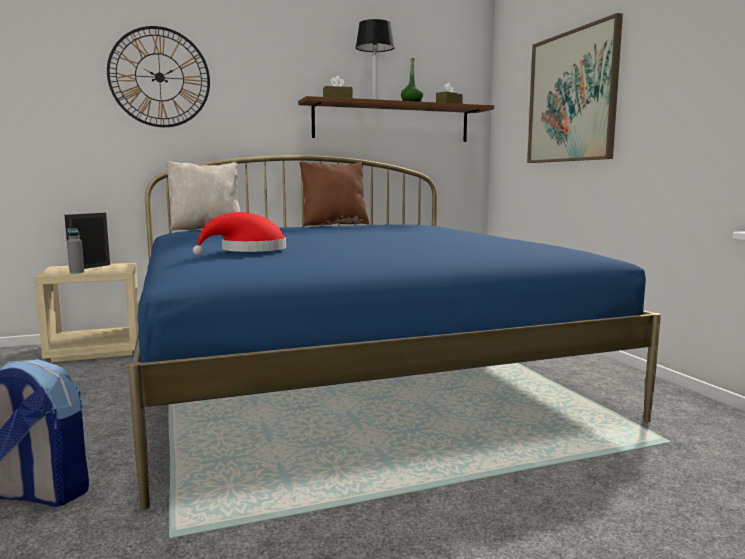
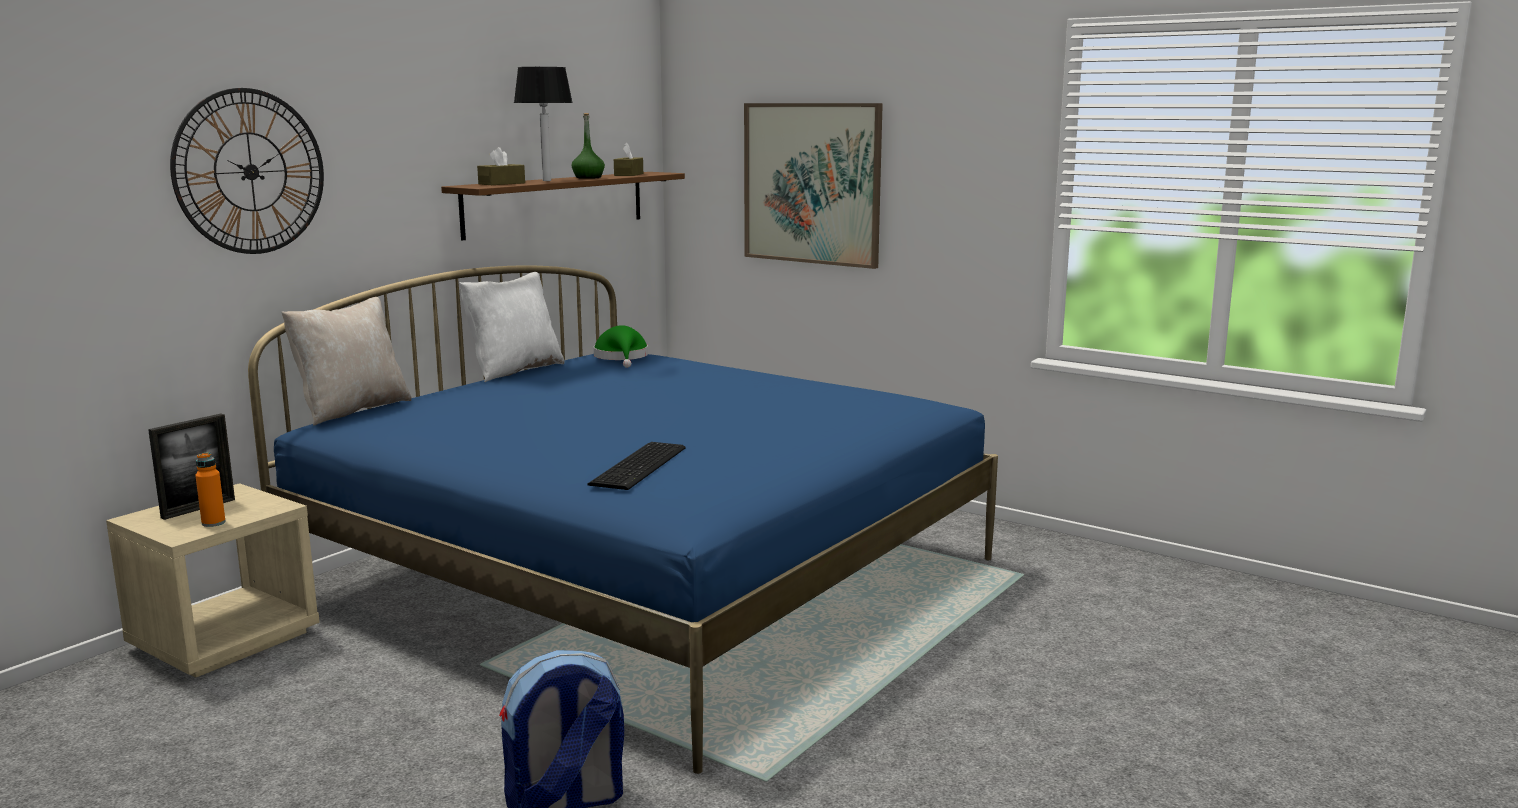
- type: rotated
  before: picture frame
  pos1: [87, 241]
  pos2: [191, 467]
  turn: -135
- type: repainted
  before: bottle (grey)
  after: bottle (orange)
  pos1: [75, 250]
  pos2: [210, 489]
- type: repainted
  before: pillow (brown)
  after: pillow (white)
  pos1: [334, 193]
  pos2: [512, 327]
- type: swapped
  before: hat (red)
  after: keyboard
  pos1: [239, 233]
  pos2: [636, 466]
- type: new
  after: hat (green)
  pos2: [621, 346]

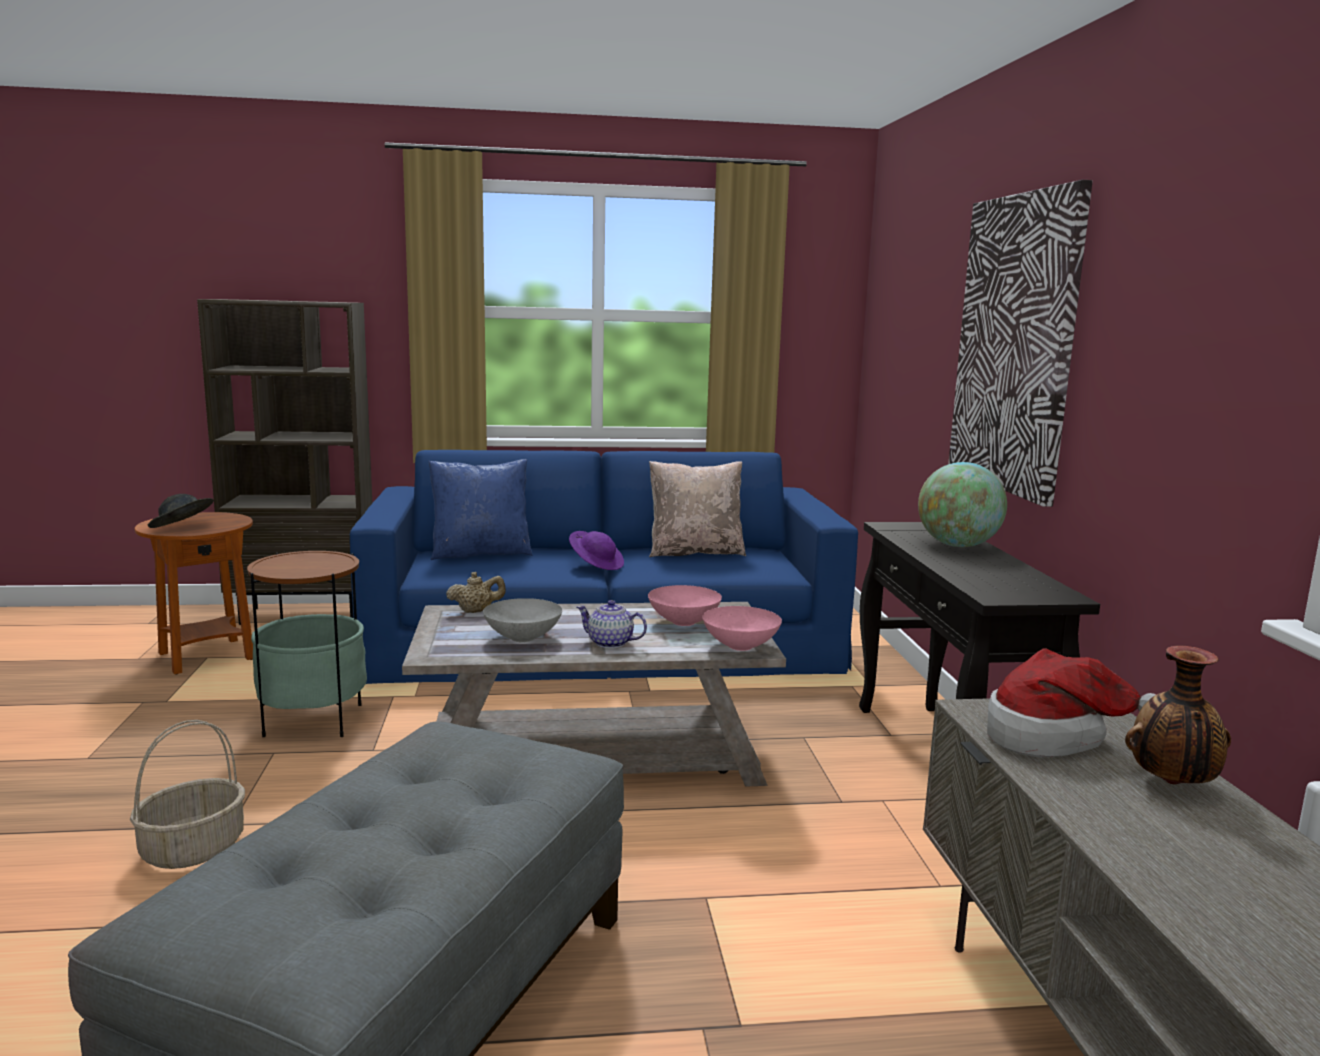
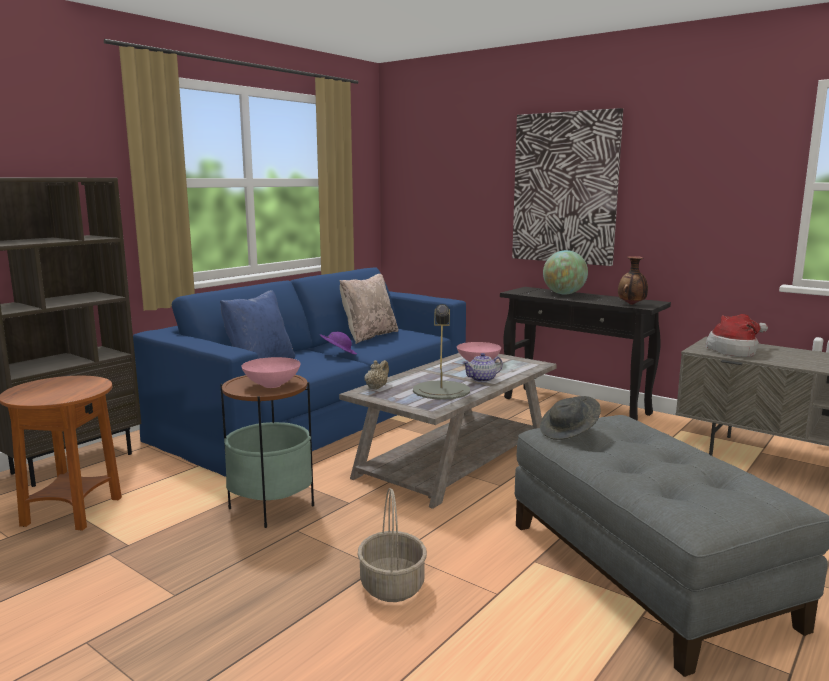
- type: shifted
  before: bowl (pink)
  pos1: [742, 628]
  pos2: [271, 372]
- type: swapped
  before: bowl (grey)
  after: table lamp (grey)
  pos1: [522, 620]
  pos2: [441, 352]
- type: shifted
  before: hat (grey)
  pos1: [181, 511]
  pos2: [570, 418]
- type: shifted
  before: vase
  pos1: [1178, 715]
  pos2: [633, 280]

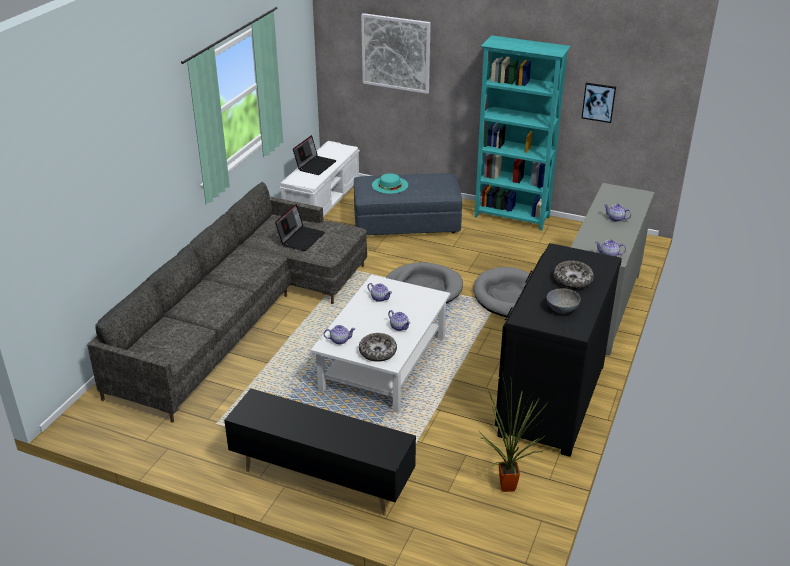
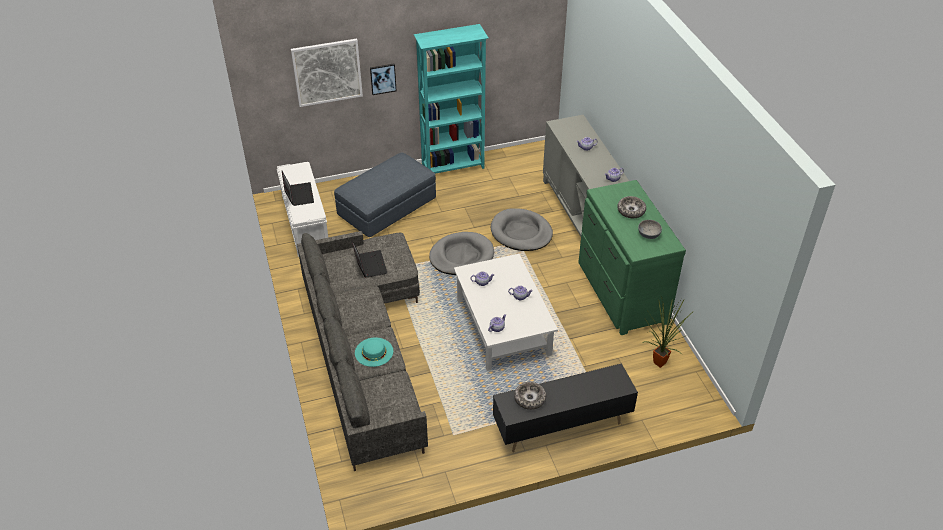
- type: shifted
  before: hat (turquoise)
  pos1: [390, 183]
  pos2: [374, 352]
- type: shifted
  before: picture
  pos1: [599, 102]
  pos2: [383, 79]
- type: shifted
  before: bowl
  pos1: [378, 347]
  pos2: [530, 396]
- type: repainted
  before: dresser (black)
  after: dresser (green)
  pos1: [558, 350]
  pos2: [632, 257]

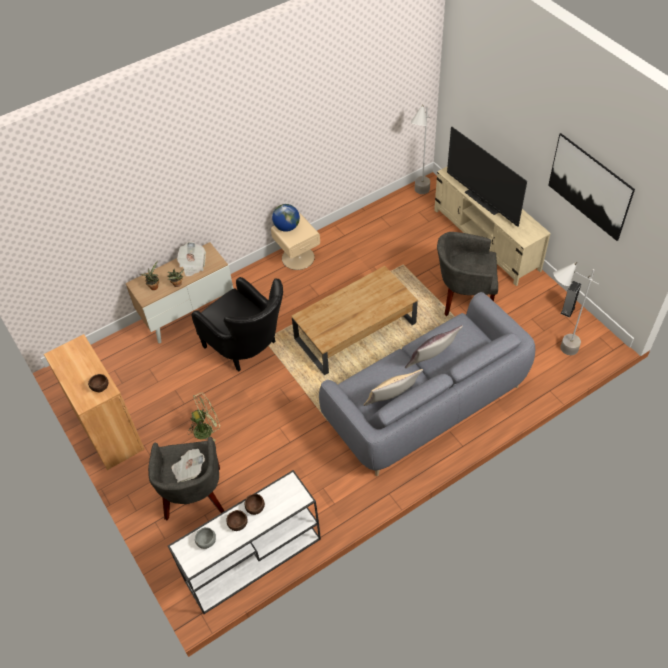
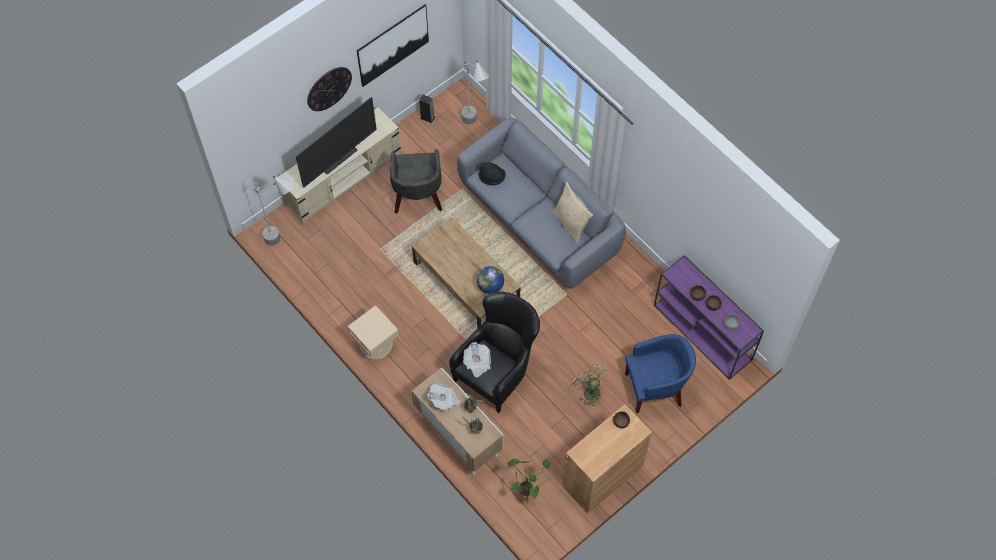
- type: new
  after: wall clock
  pos2: [329, 89]
- type: shifted
  before: newspaper
  pos1: [188, 466]
  pos2: [477, 359]
- type: shifted
  before: globe
  pos1: [286, 218]
  pos2: [490, 280]
- type: new
  after: hat (black)
  pos2: [492, 173]
- type: new
  after: potted plant
  pos2: [528, 481]
- type: repainted
  before: armchair (grey)
  after: armchair (blue)
  pos1: [186, 478]
  pos2: [660, 373]
- type: repainted
  before: console table (white)
  after: console table (purple)
  pos1: [244, 542]
  pos2: [709, 317]
- type: gone
  before: pillow (grey)
  pos1: [434, 346]

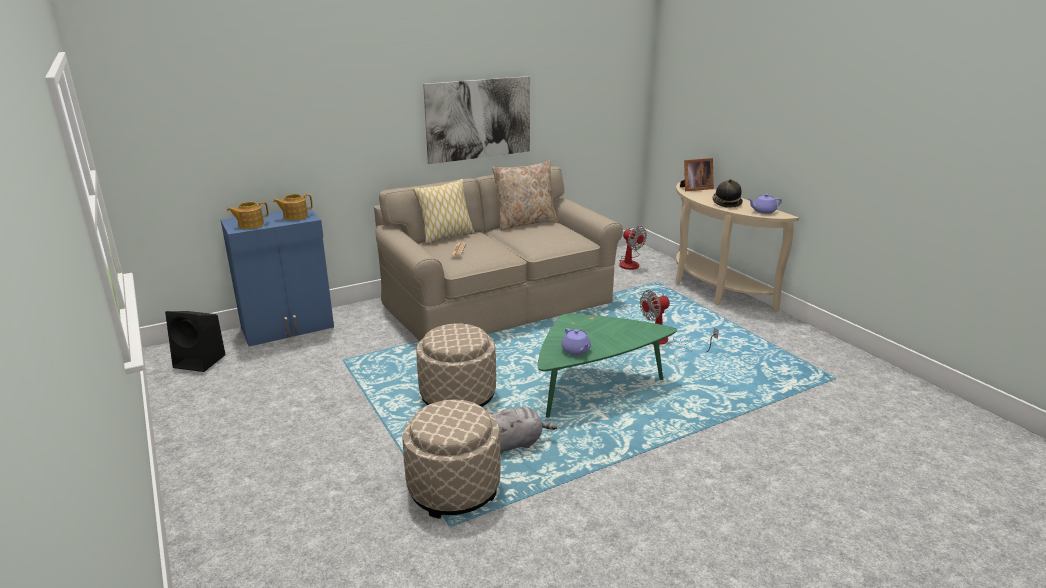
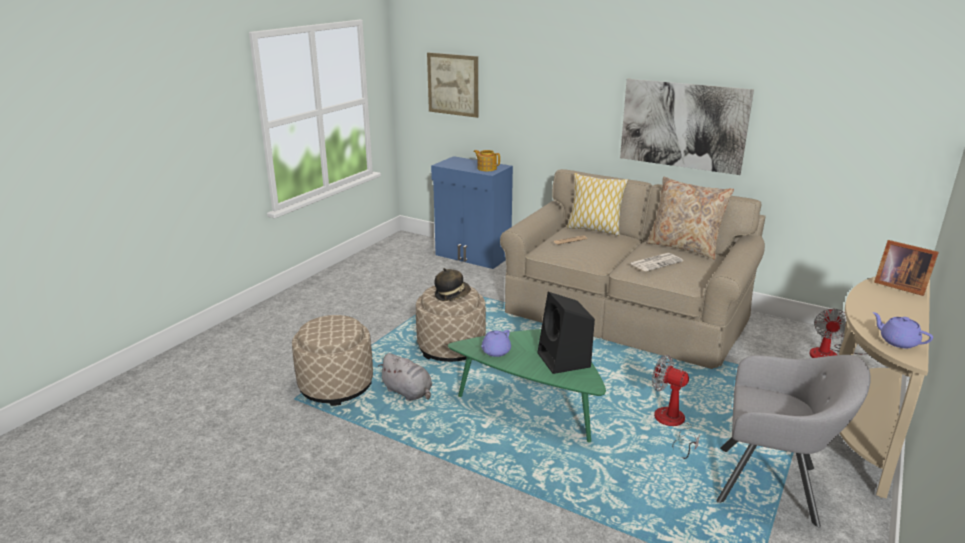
- type: new
  after: picture
  pos2: [452, 85]
- type: shifted
  before: hat
  pos1: [728, 193]
  pos2: [452, 284]
- type: shifted
  before: speaker (black)
  pos1: [195, 341]
  pos2: [566, 333]
- type: new
  after: newspaper
  pos2: [656, 262]
- type: new
  after: armchair (grey)
  pos2: [793, 441]
- type: gone
  before: teapot
  pos1: [248, 215]

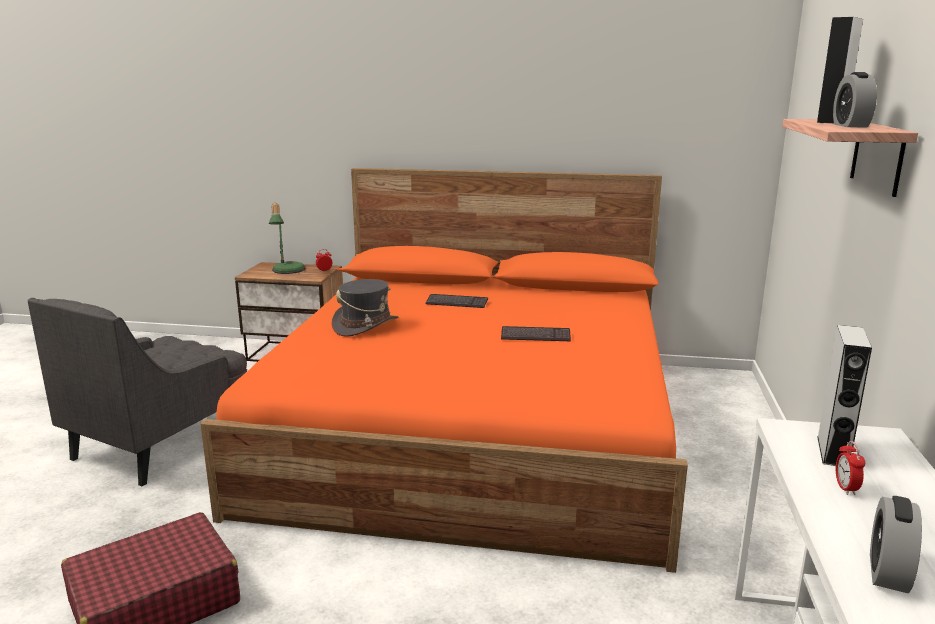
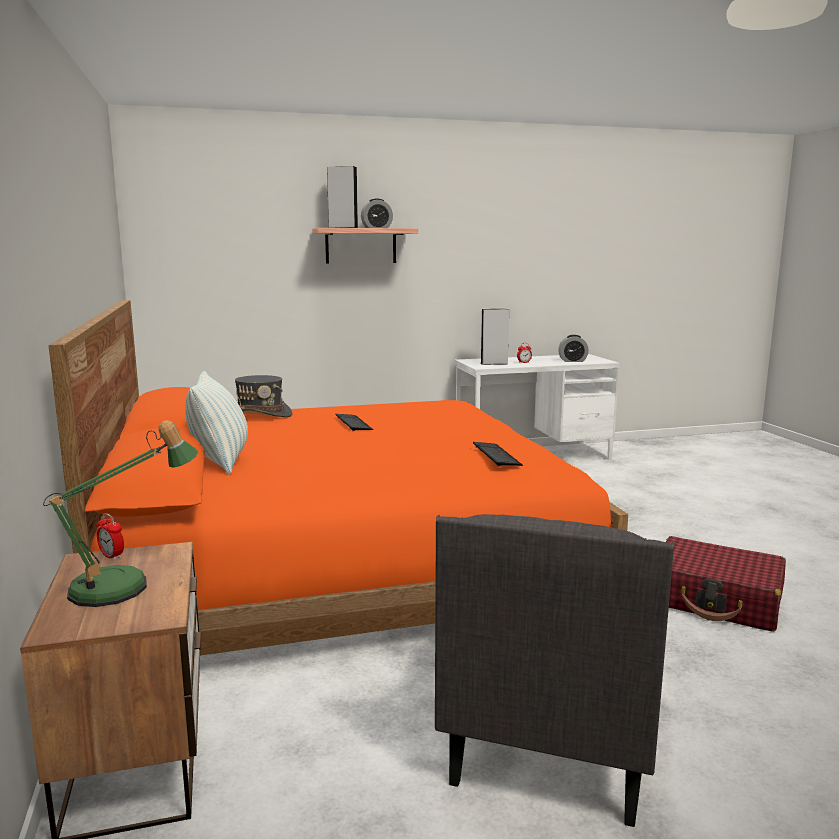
- type: new
  after: pillow
  pos2: [216, 423]
- type: shifted
  before: hat (grey)
  pos1: [365, 308]
  pos2: [263, 396]
- type: rotated
  before: armchair (grey)
  pos1: [137, 392]
  pos2: [555, 670]
  turn: 105
- type: shifted
  before: keyboard
  pos1: [456, 301]
  pos2: [498, 454]

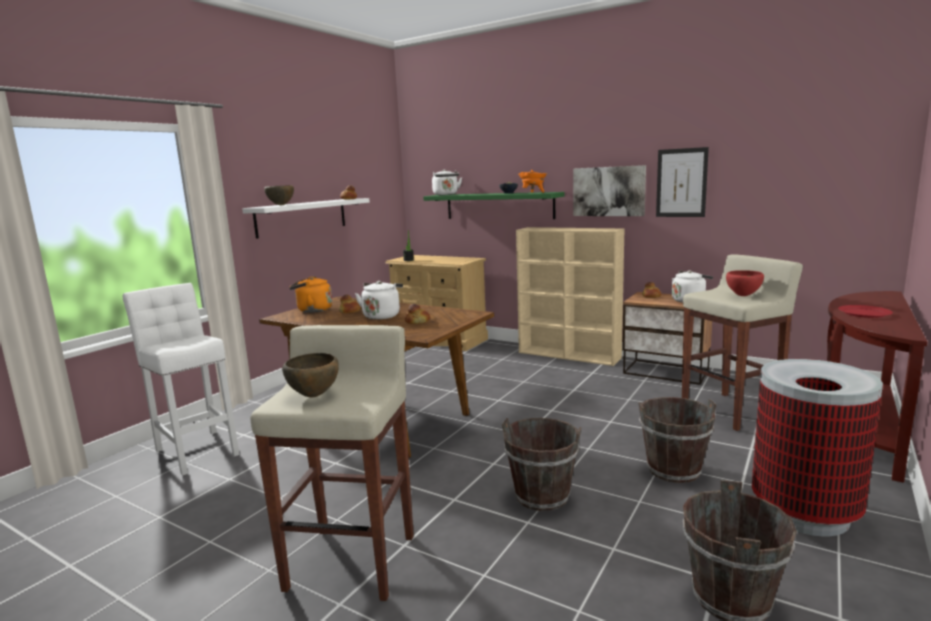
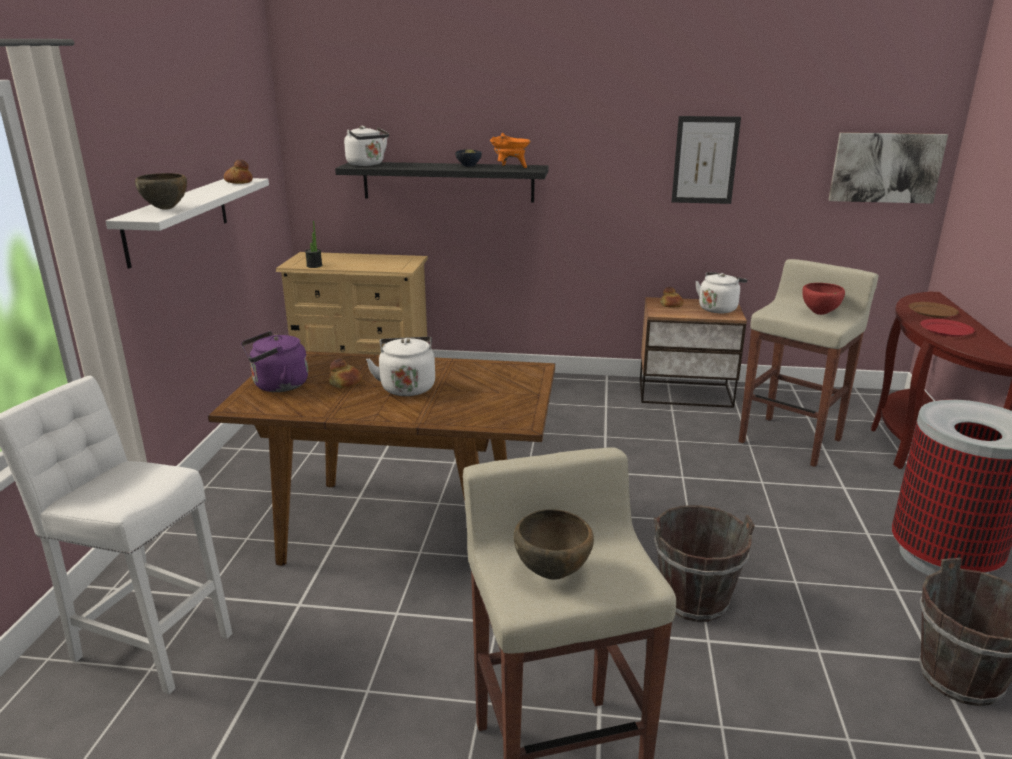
- type: repainted
  before: kettle (orange)
  after: kettle (purple)
  pos1: [310, 294]
  pos2: [274, 361]
- type: repainted
  before: shelf (green)
  after: shelf (black)
  pos1: [494, 205]
  pos2: [442, 182]
- type: shifted
  before: picture
  pos1: [609, 190]
  pos2: [888, 168]
- type: new
  after: plate (brown)
  pos2: [933, 310]
- type: gone
  before: bread
  pos1: [417, 314]
- type: gone
  before: bookcase (beige)
  pos1: [570, 296]
- type: gone
  before: bucket (brown)
  pos1: [677, 440]

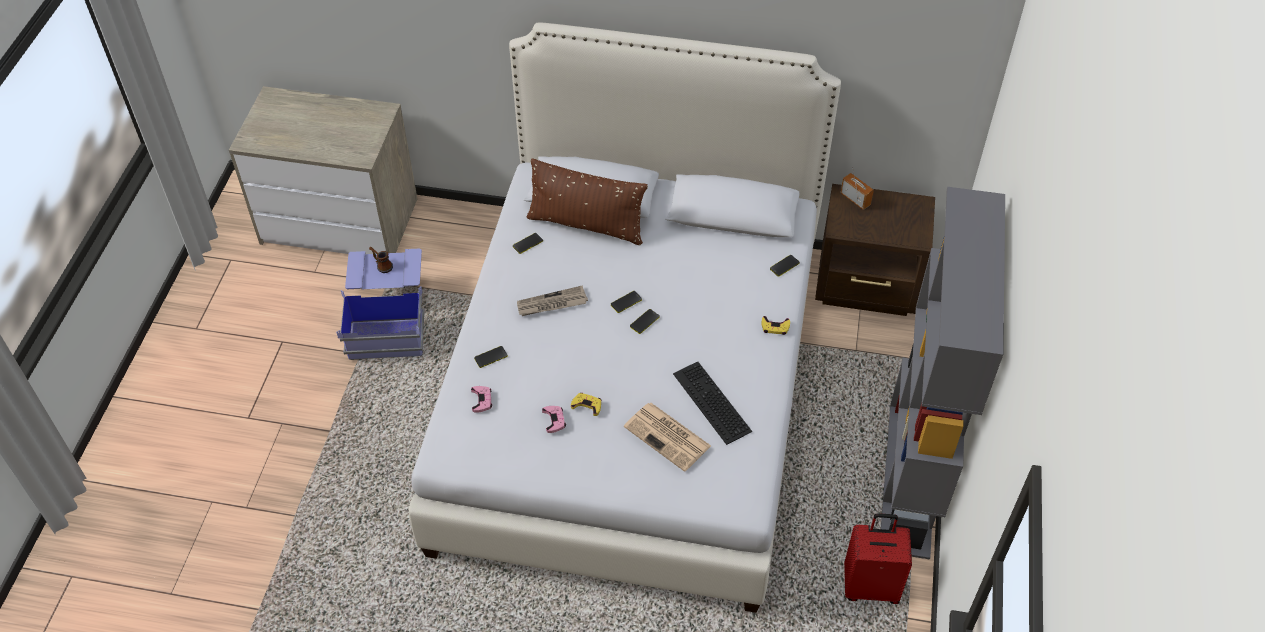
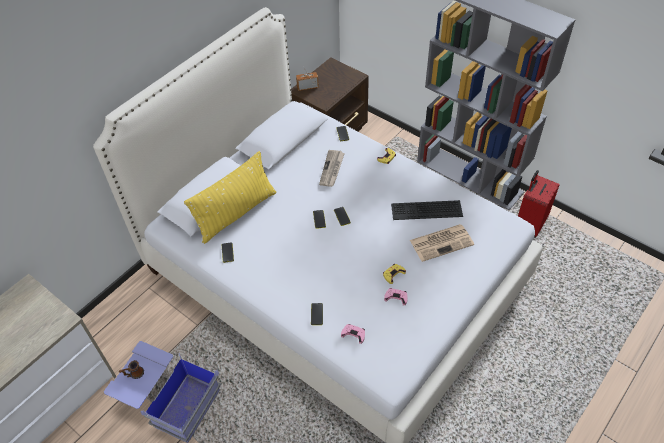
- type: repainted
  before: pillow (brown)
  after: pillow (yellow)
  pos1: [587, 201]
  pos2: [230, 197]
- type: shifted
  before: newspaper
  pos1: [552, 300]
  pos2: [332, 168]

